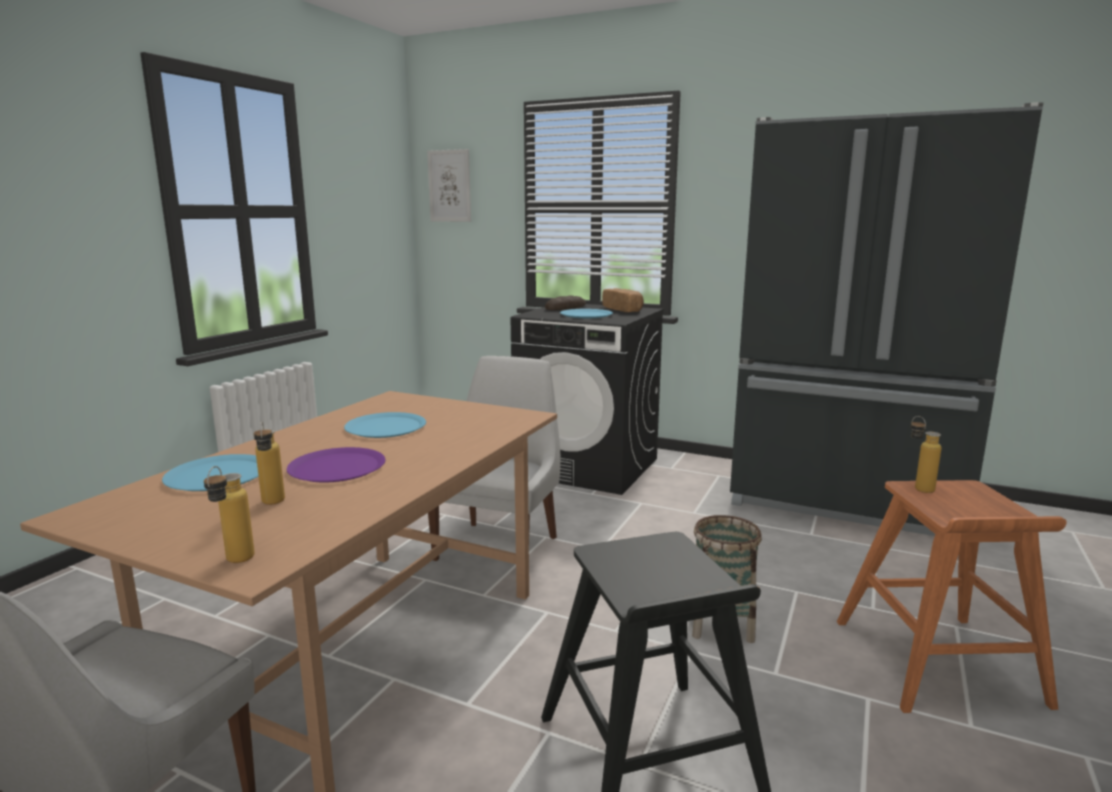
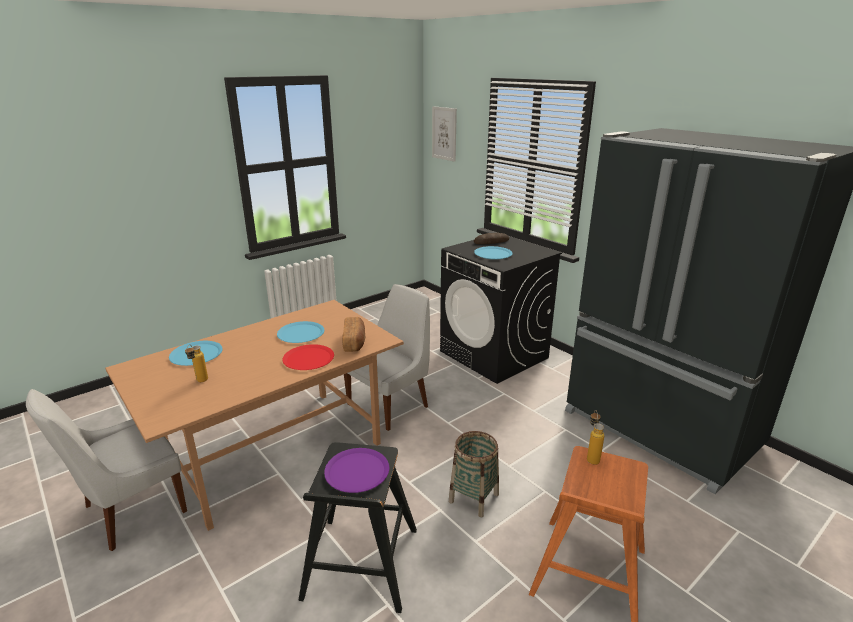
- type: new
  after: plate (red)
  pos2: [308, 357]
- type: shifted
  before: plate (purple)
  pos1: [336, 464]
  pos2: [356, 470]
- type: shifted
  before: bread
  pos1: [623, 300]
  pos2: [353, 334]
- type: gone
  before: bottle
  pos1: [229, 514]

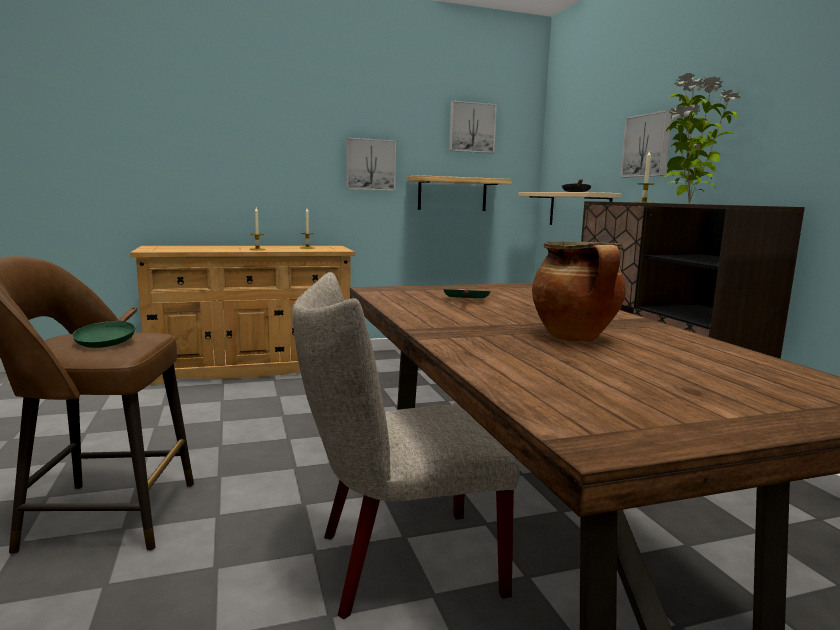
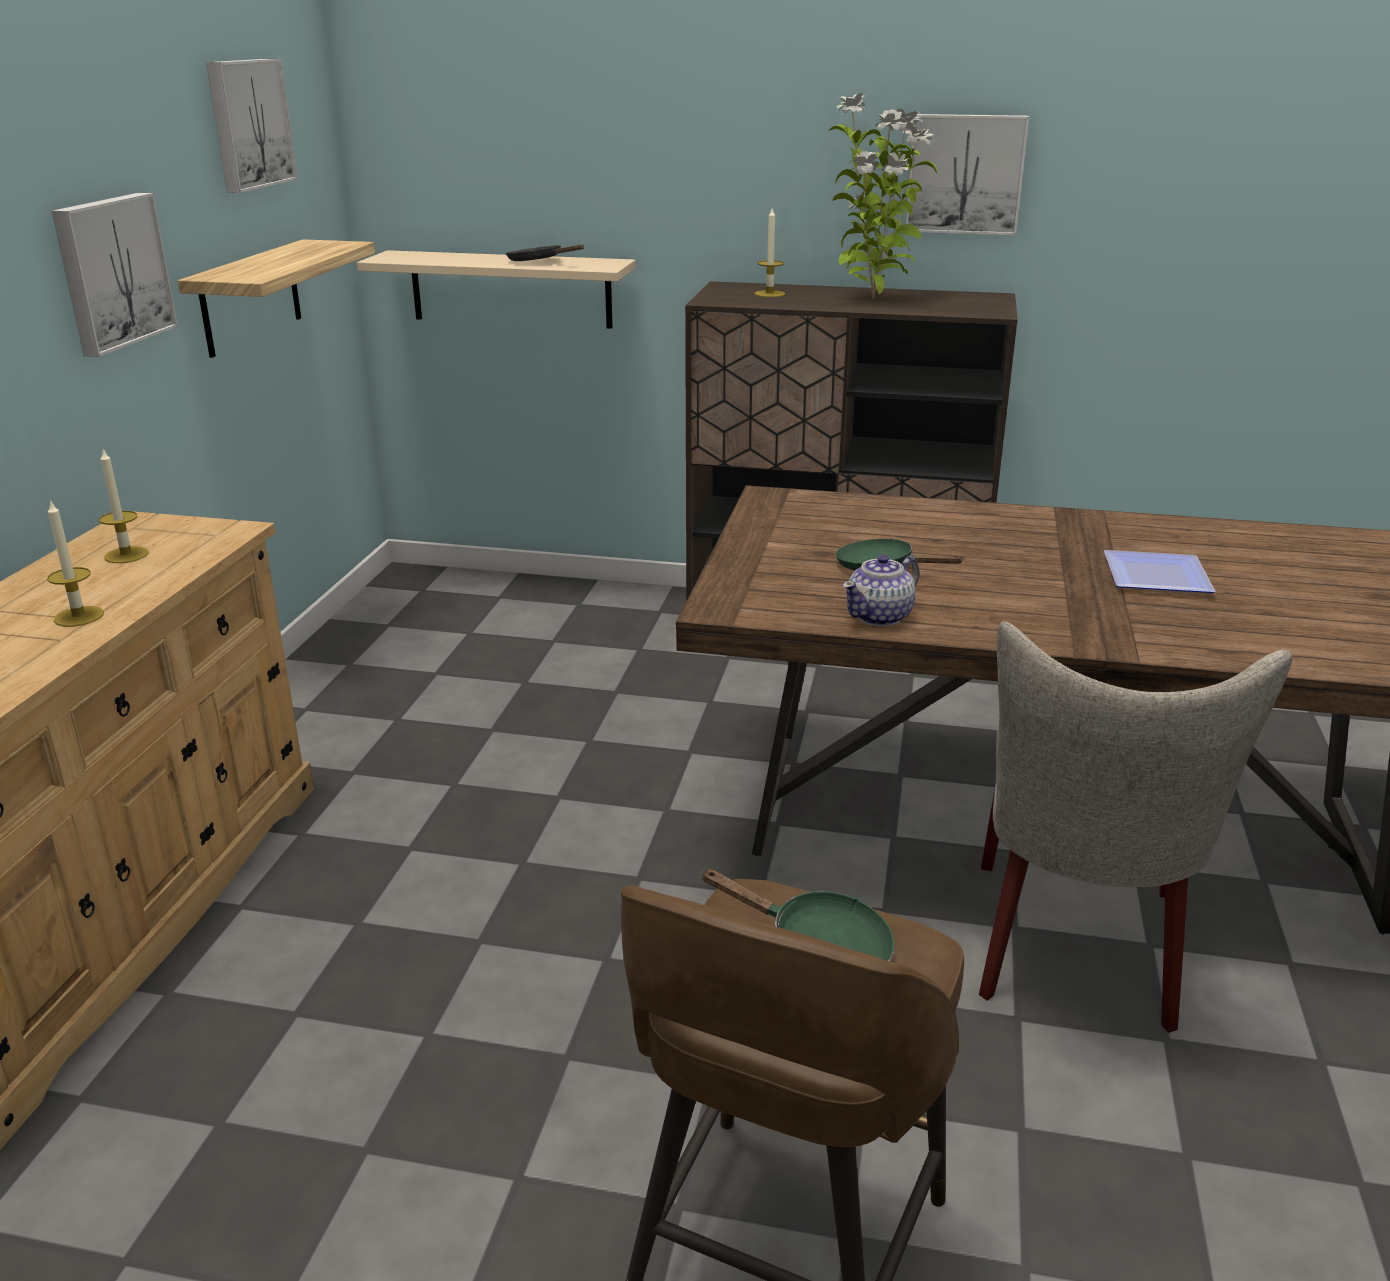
- type: new
  after: teapot
  pos2: [881, 590]
- type: shifted
  before: picture
  pos1: [646, 143]
  pos2: [967, 174]
- type: swapped
  before: cooking pot
  after: plate
  pos1: [579, 291]
  pos2: [1160, 571]

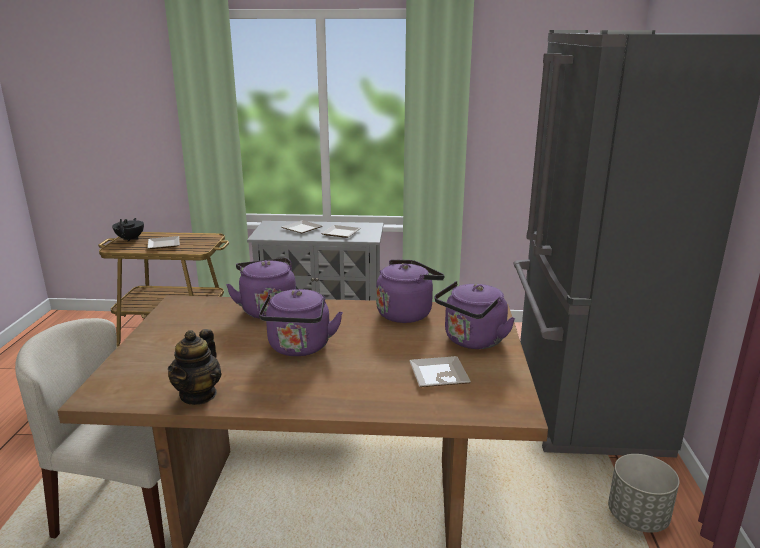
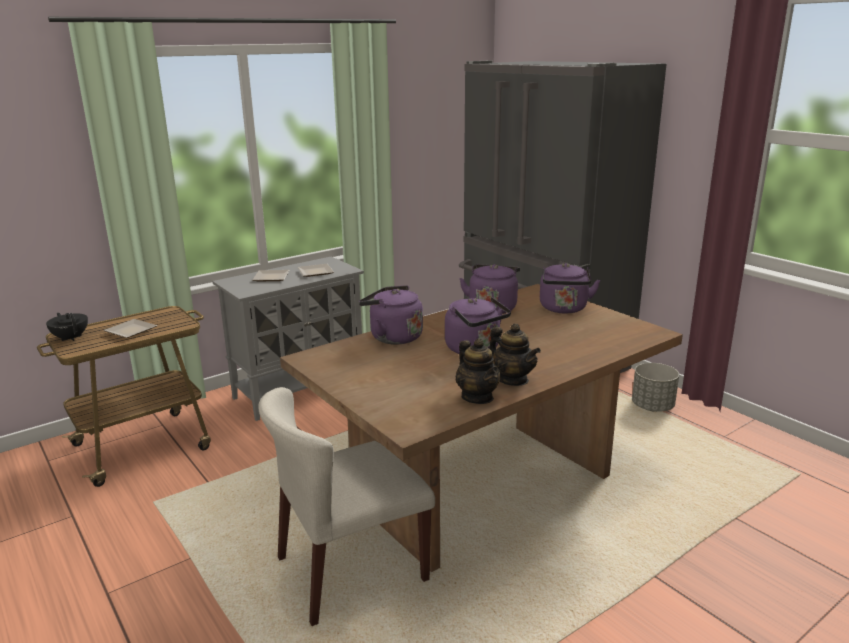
- type: new
  after: teapot
  pos2: [515, 354]
- type: gone
  before: plate
  pos1: [440, 371]

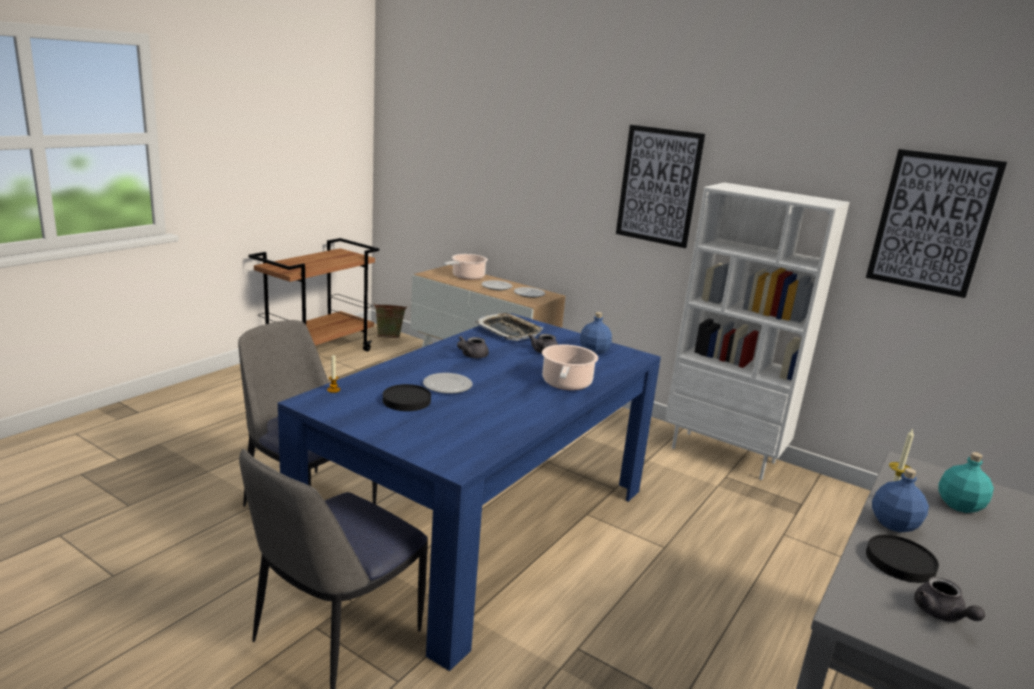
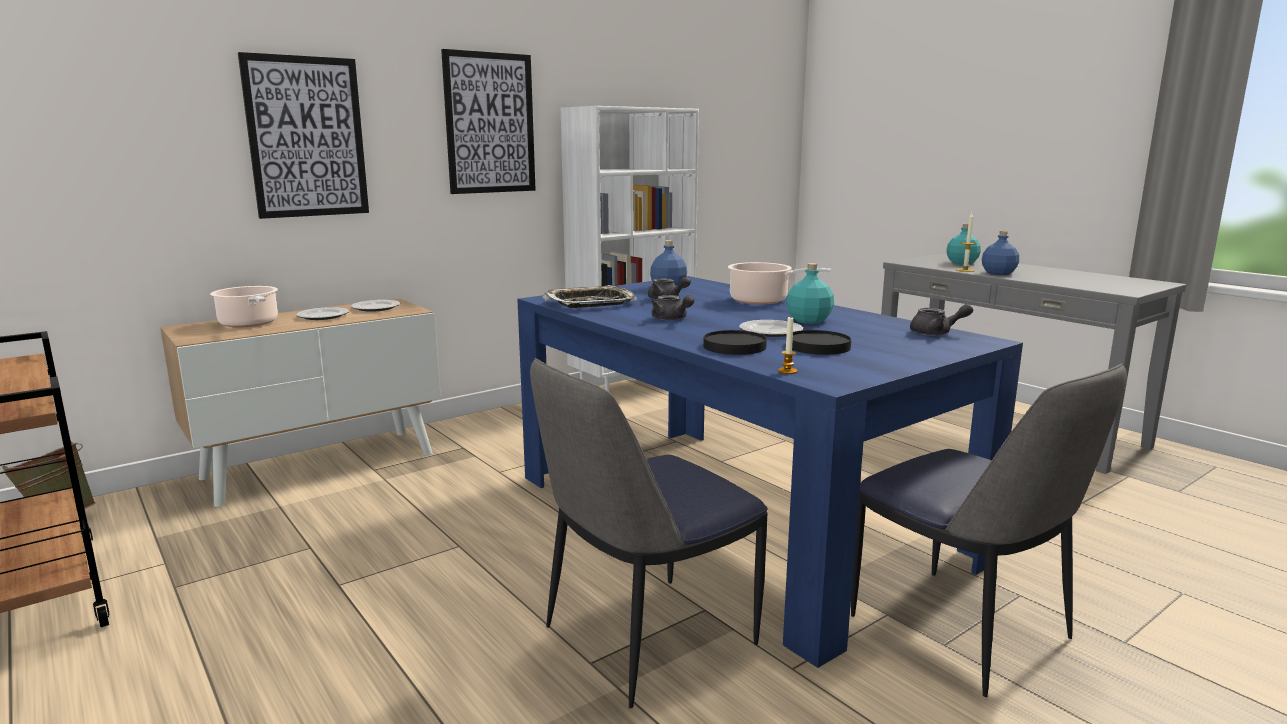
- type: shifted
  before: picture
  pos1: [936, 223]
  pos2: [303, 135]
- type: shifted
  before: plate (black)
  pos1: [902, 559]
  pos2: [735, 342]
- type: new
  after: bottle (turquoise)
  pos2: [810, 293]
- type: shifted
  before: teapot (grey)
  pos1: [949, 599]
  pos2: [941, 319]

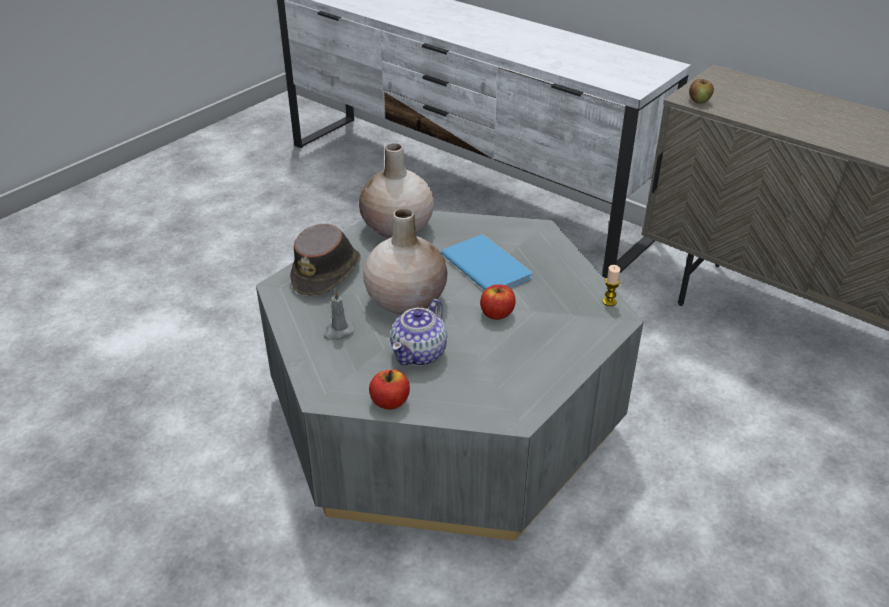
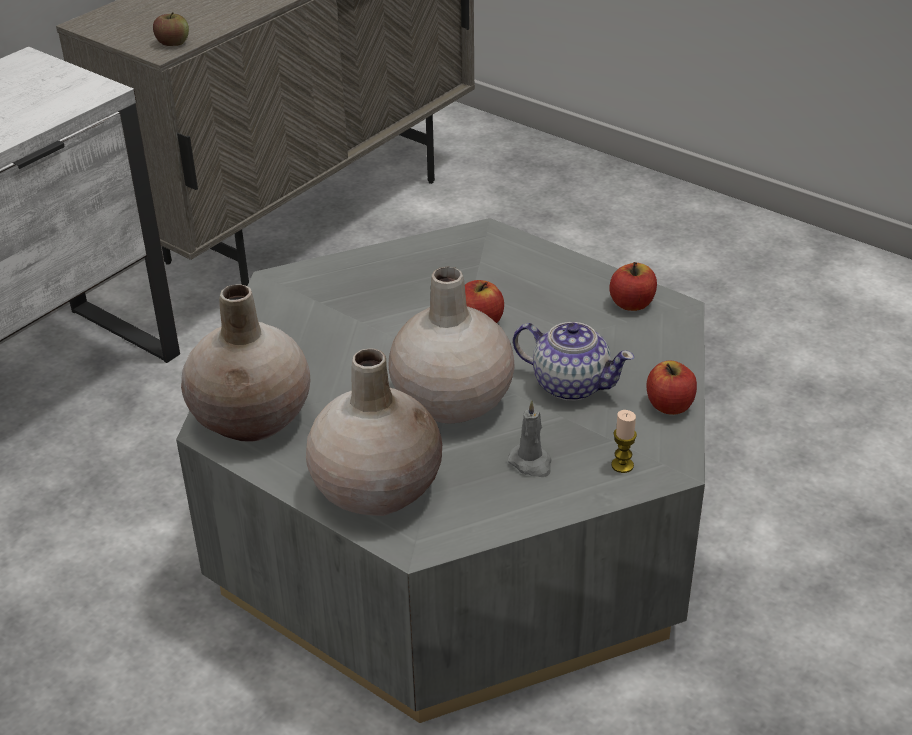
- type: swapped
  before: hat (brown)
  after: vase (beige)
  pos1: [325, 260]
  pos2: [374, 432]
- type: new
  after: apple
  pos2: [633, 286]
- type: shifted
  before: candle
  pos1: [611, 285]
  pos2: [624, 441]
- type: gone
  before: book (blue)
  pos1: [487, 262]

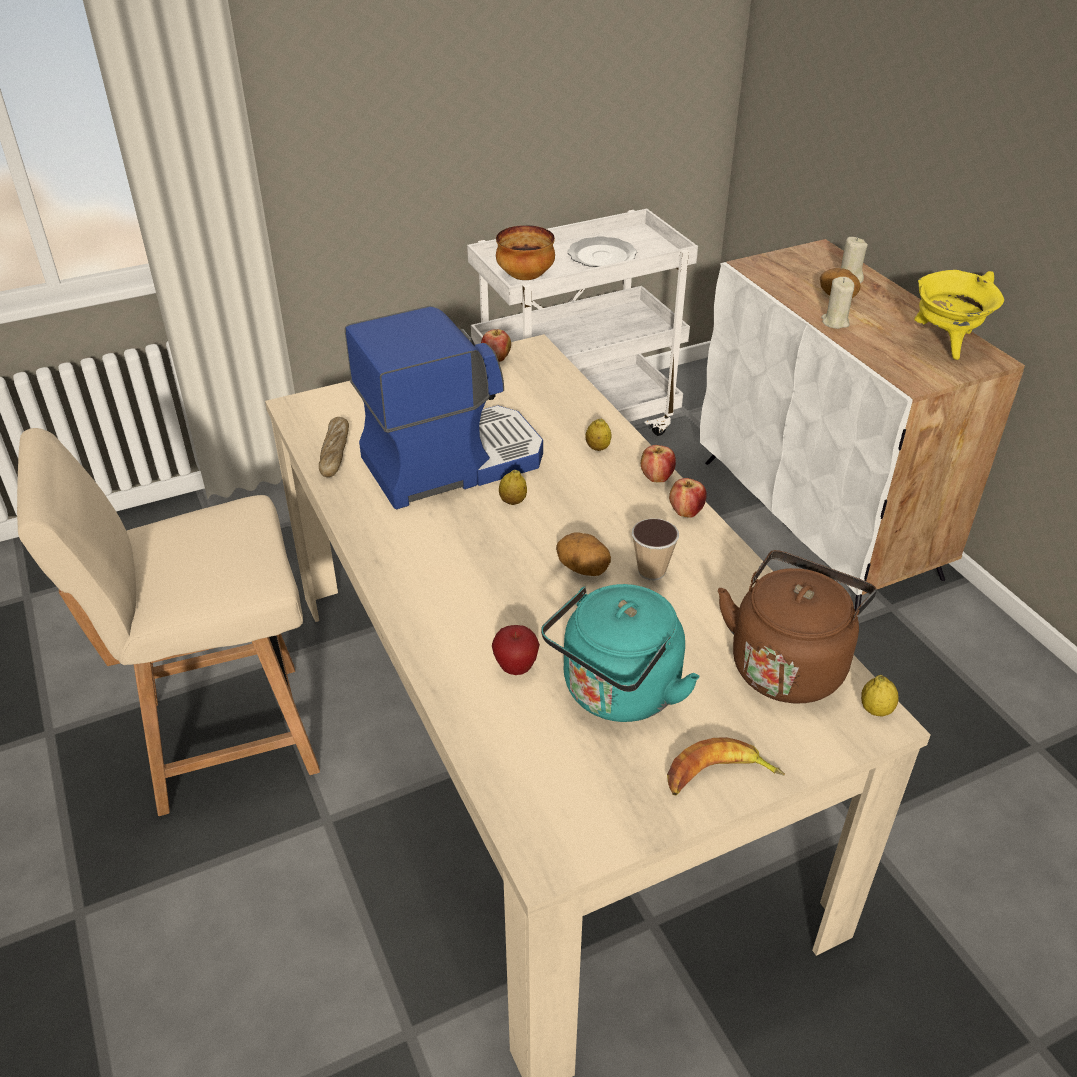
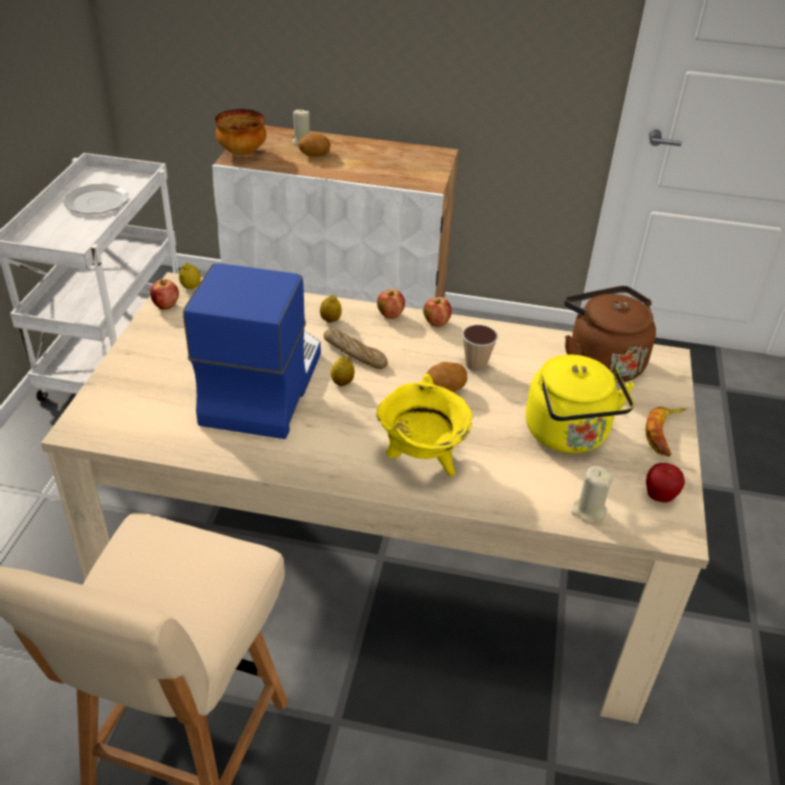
- type: shifted
  before: lemon
  pos1: [880, 696]
  pos2: [190, 276]
- type: shifted
  before: bowl
  pos1: [525, 252]
  pos2: [240, 132]
- type: shifted
  before: bread
  pos1: [334, 447]
  pos2: [355, 348]
- type: shifted
  before: cooking pot (yellow)
  pos1: [959, 315]
  pos2: [424, 425]
- type: repainted
  before: kettle (turquoise)
  after: kettle (yellow)
  pos1: [620, 653]
  pos2: [580, 403]
- type: shifted
  before: candle (beige)
  pos1: [838, 303]
  pos2: [592, 495]
- type: shifted
  before: apple
  pos1: [516, 650]
  pos2: [665, 483]

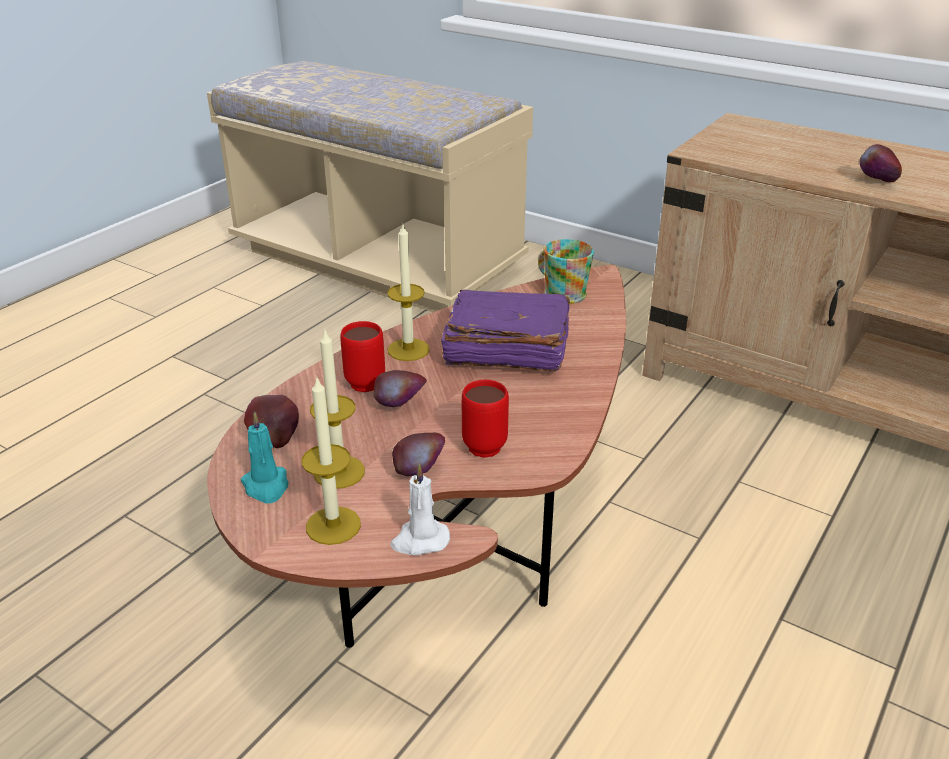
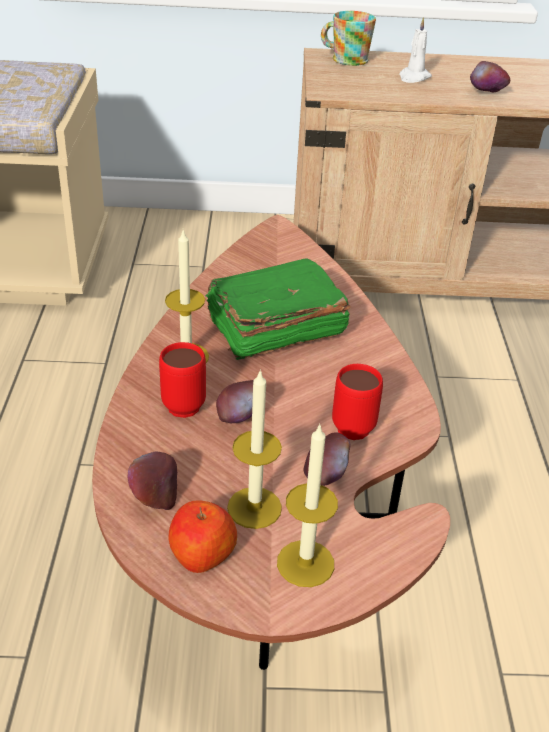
- type: swapped
  before: candle (turquoise)
  after: apple
  pos1: [264, 457]
  pos2: [202, 536]
- type: repainted
  before: book (purple)
  after: book (green)
  pos1: [505, 330]
  pos2: [278, 309]
- type: shifted
  before: mug
  pos1: [566, 271]
  pos2: [348, 38]
- type: shifted
  before: candle (white)
  pos1: [420, 509]
  pos2: [415, 50]

